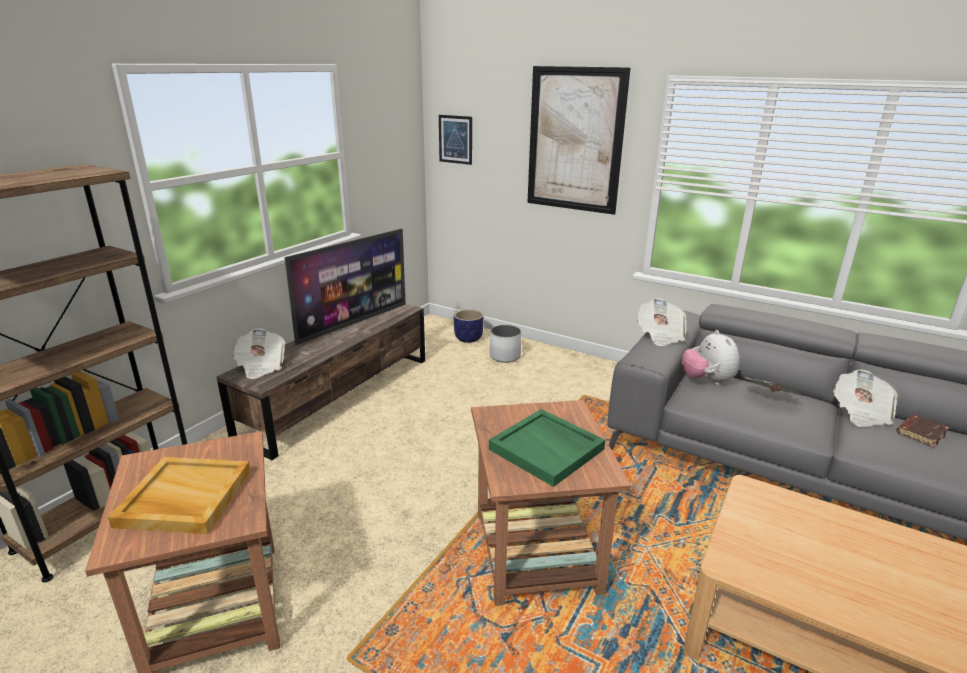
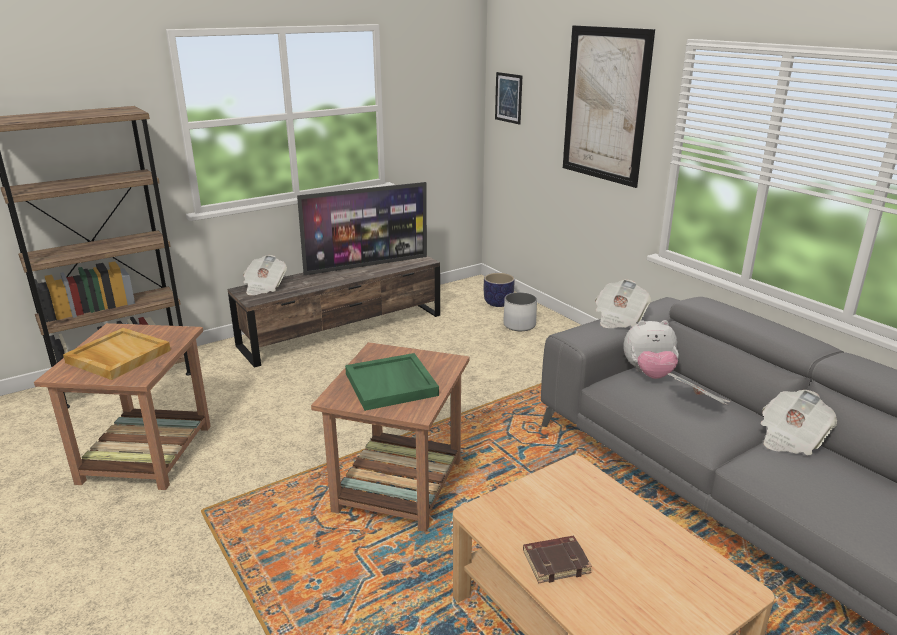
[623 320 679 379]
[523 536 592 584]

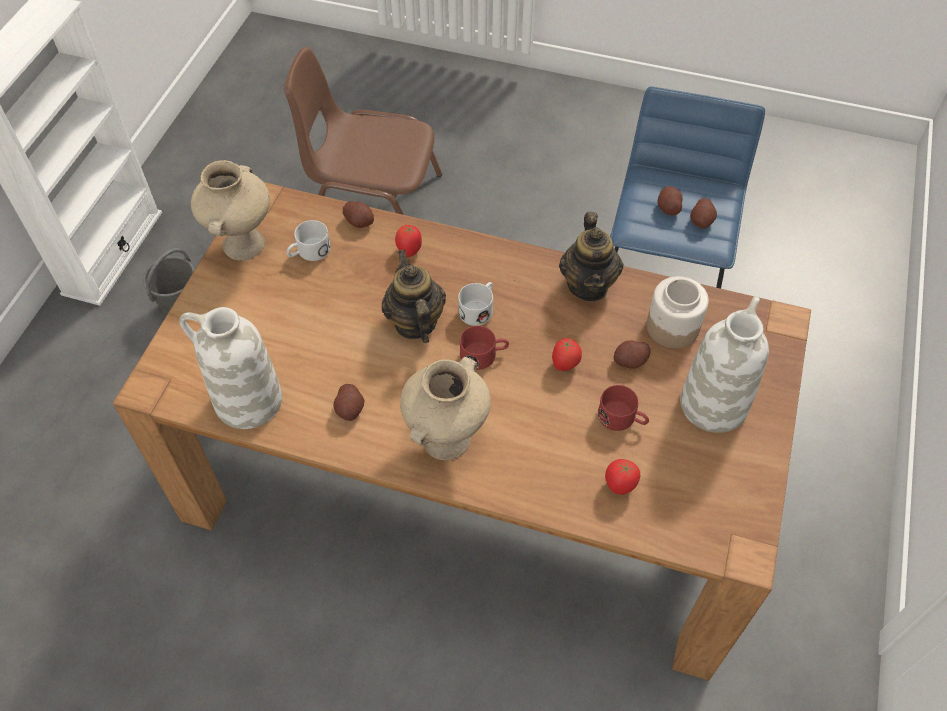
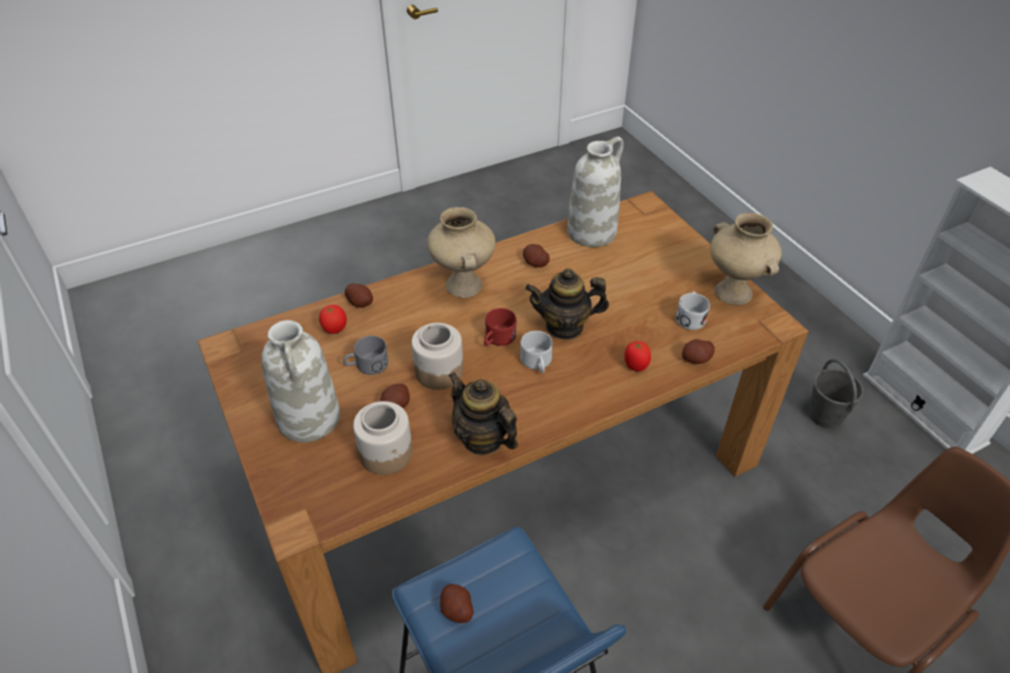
[525 268 609 340]
[411 323 463 390]
[343 336 389 375]
[345 284 373 308]

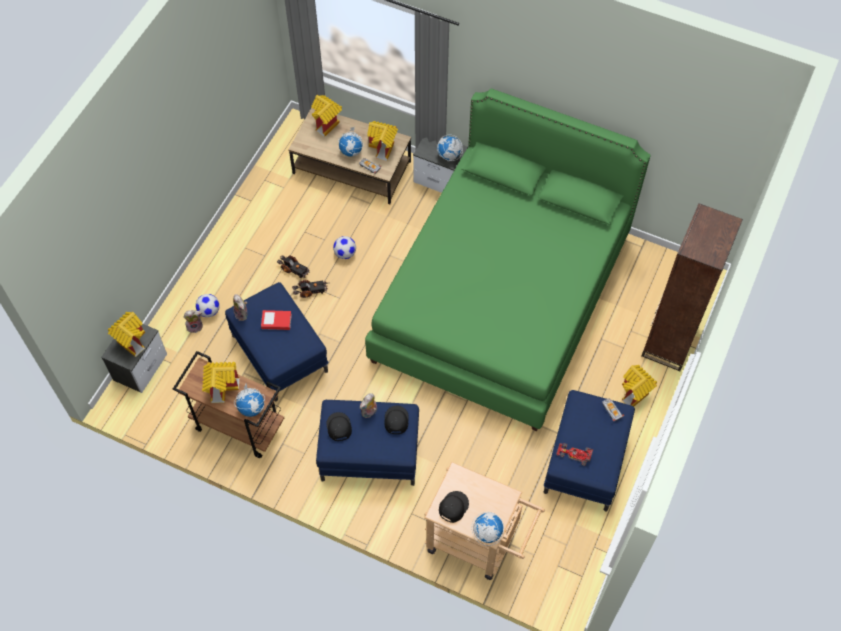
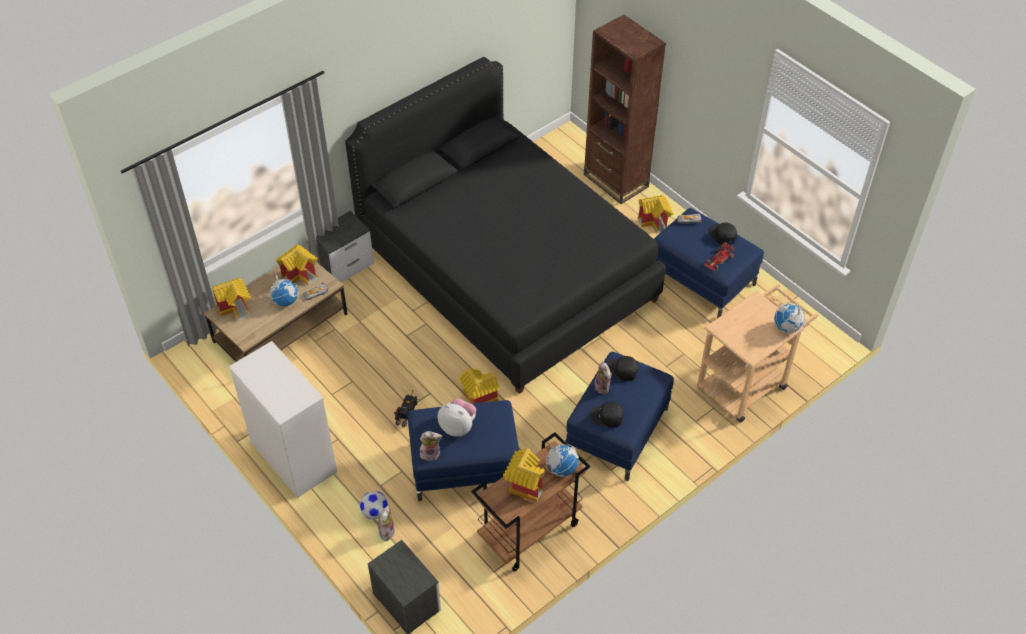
[459 367 500 403]
[438 398 476 436]
[277 255 310 278] (first image)
[333 236 356 259] (first image)
[345 57 666 394]
[437 134 463 161] (first image)
[709 222 737 245]
[229 341 337 498]

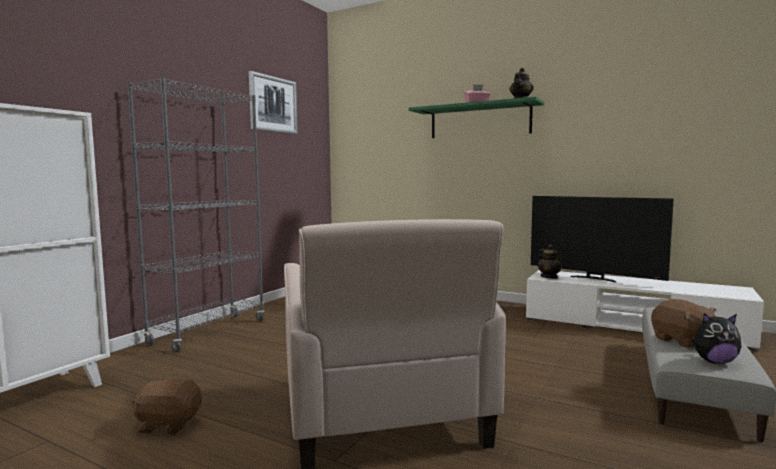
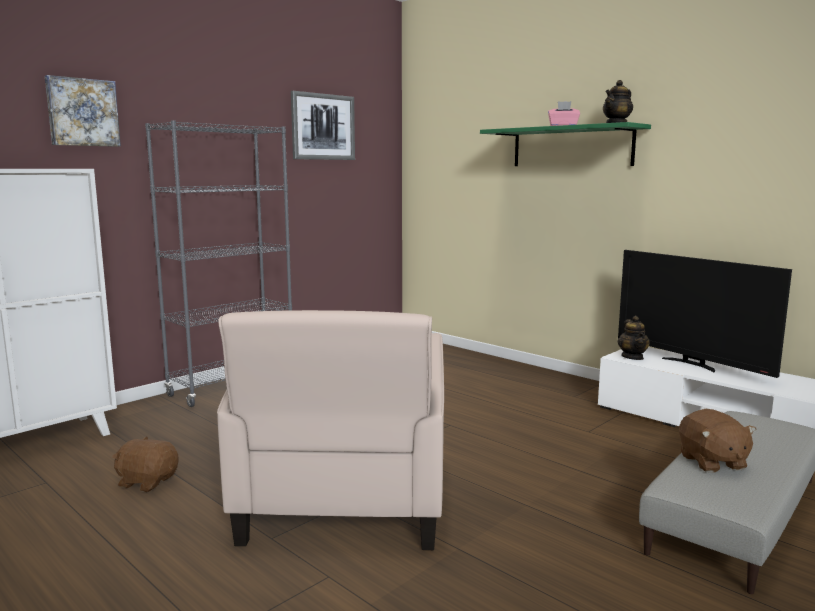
[692 313 742 364] (first image)
[45 75 121 147]

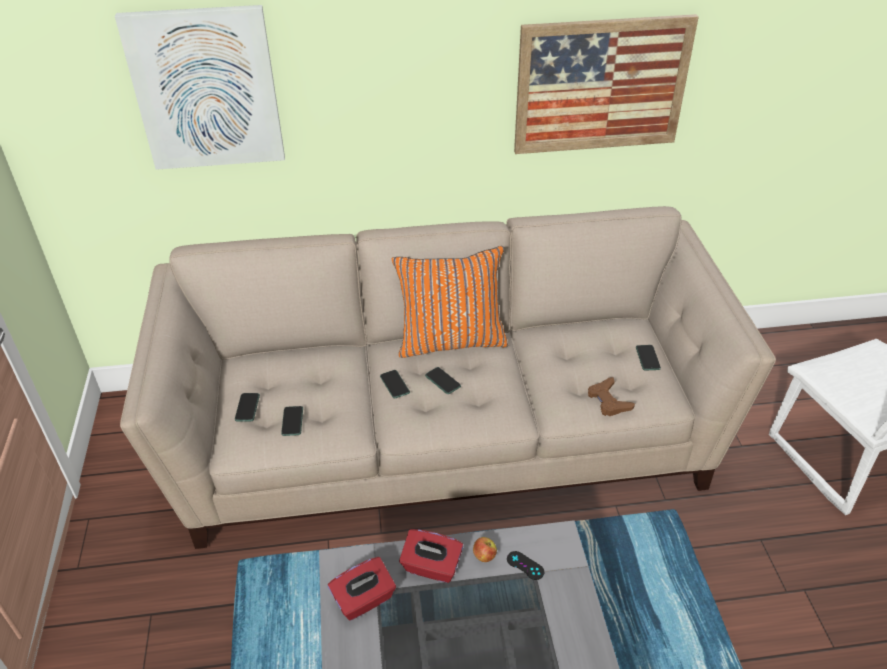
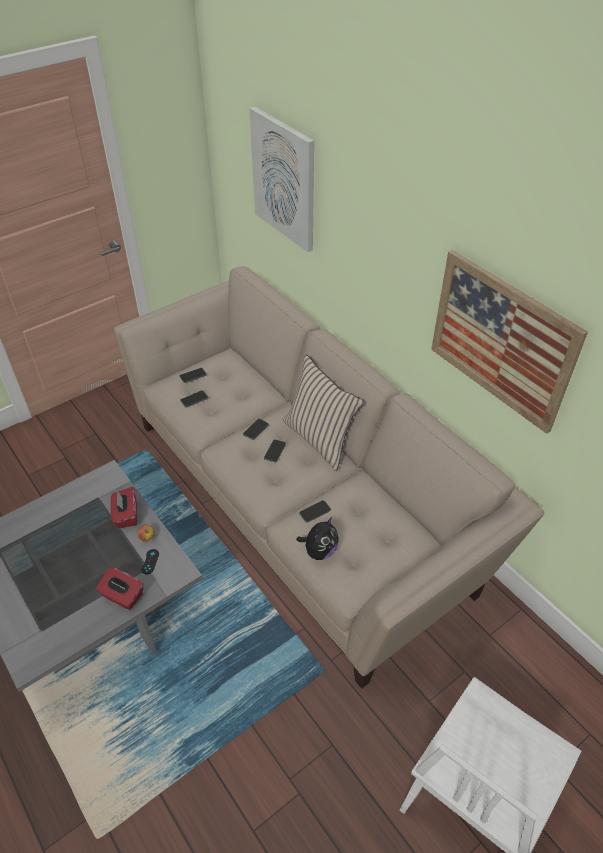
[96 567 144 610]
[283 354 364 472]
[296 517 339 560]
[299 500 331 523]

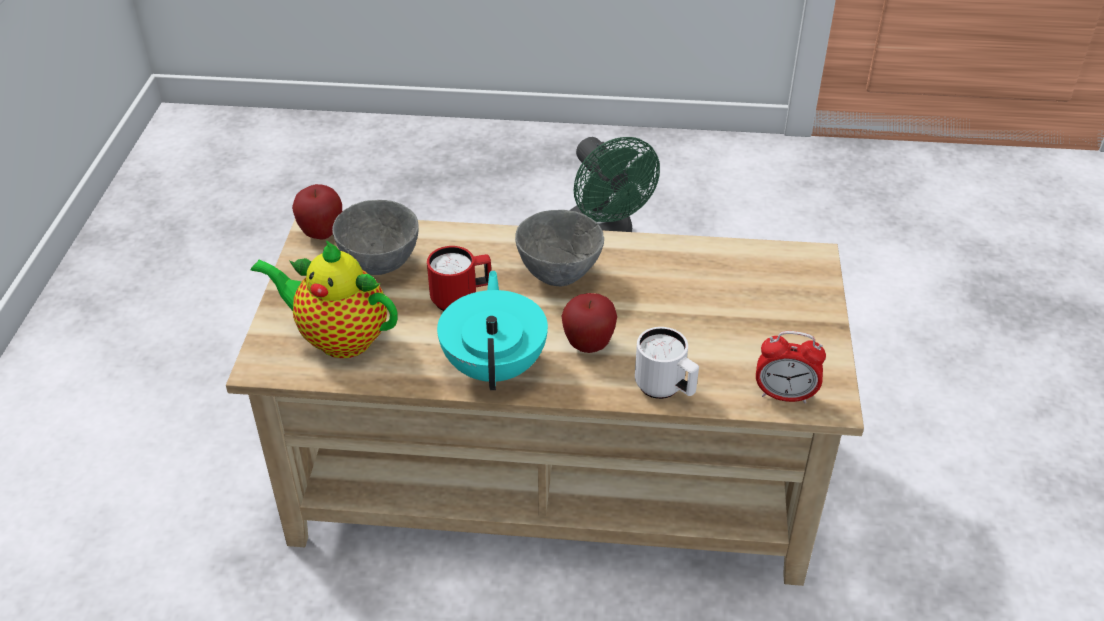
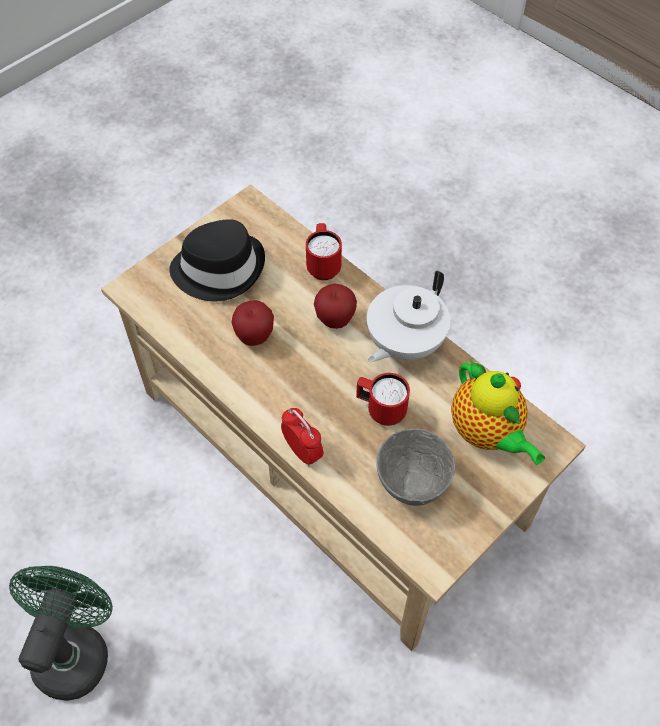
[231 300 274 346]
[367 271 450 362]
[515 210 604 286] (first image)
[306 223 342 280]
[281 408 324 467]
[169 219 265 301]

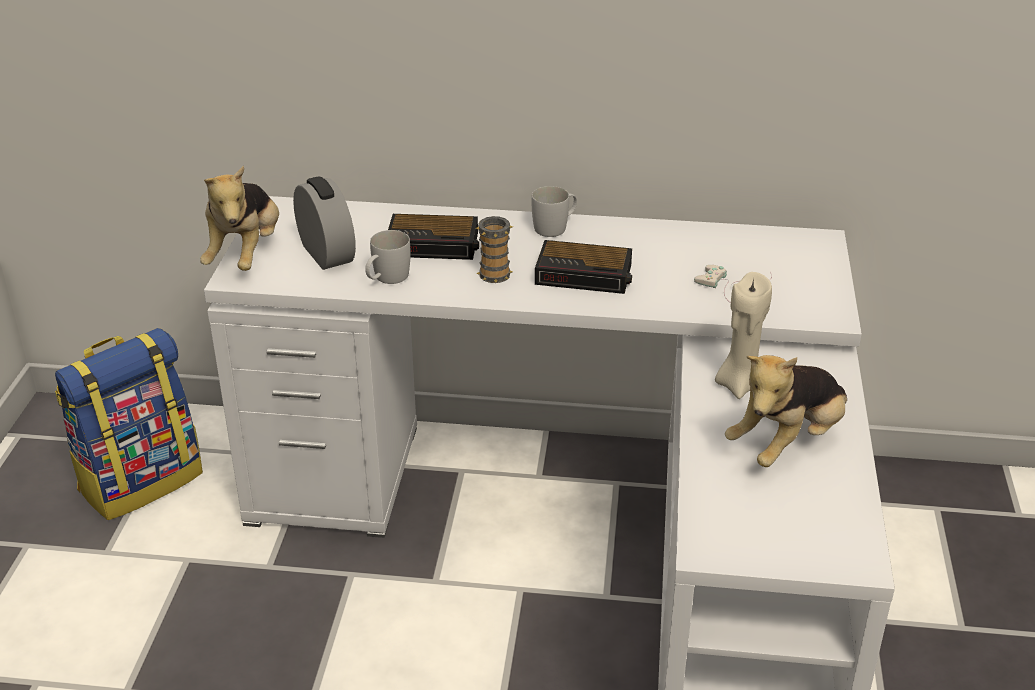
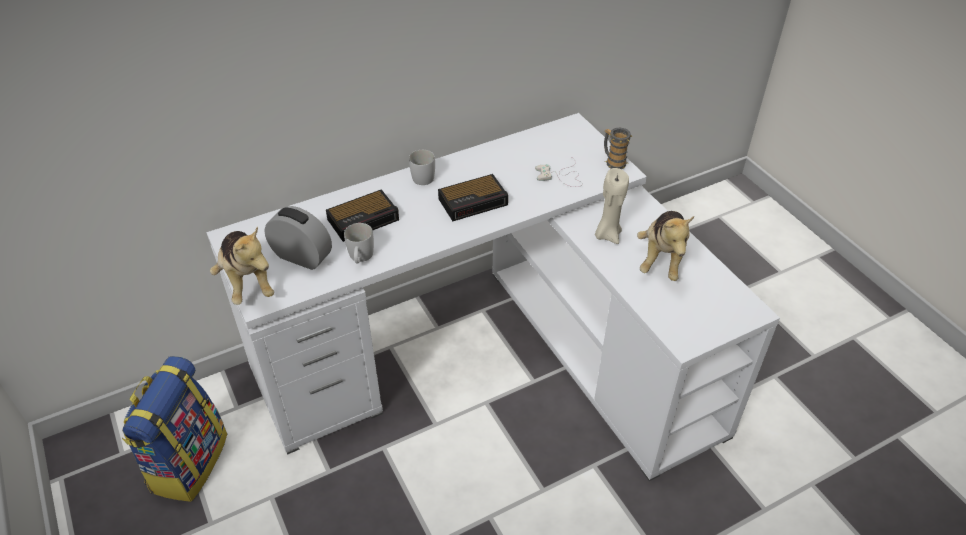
[604 128 632 169]

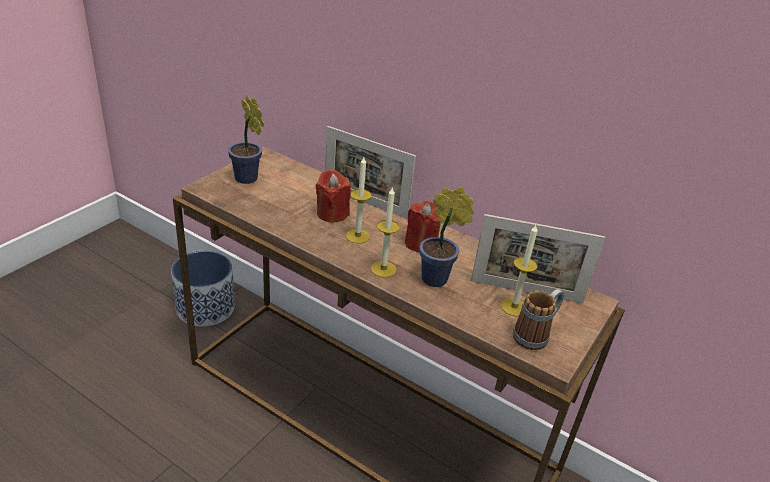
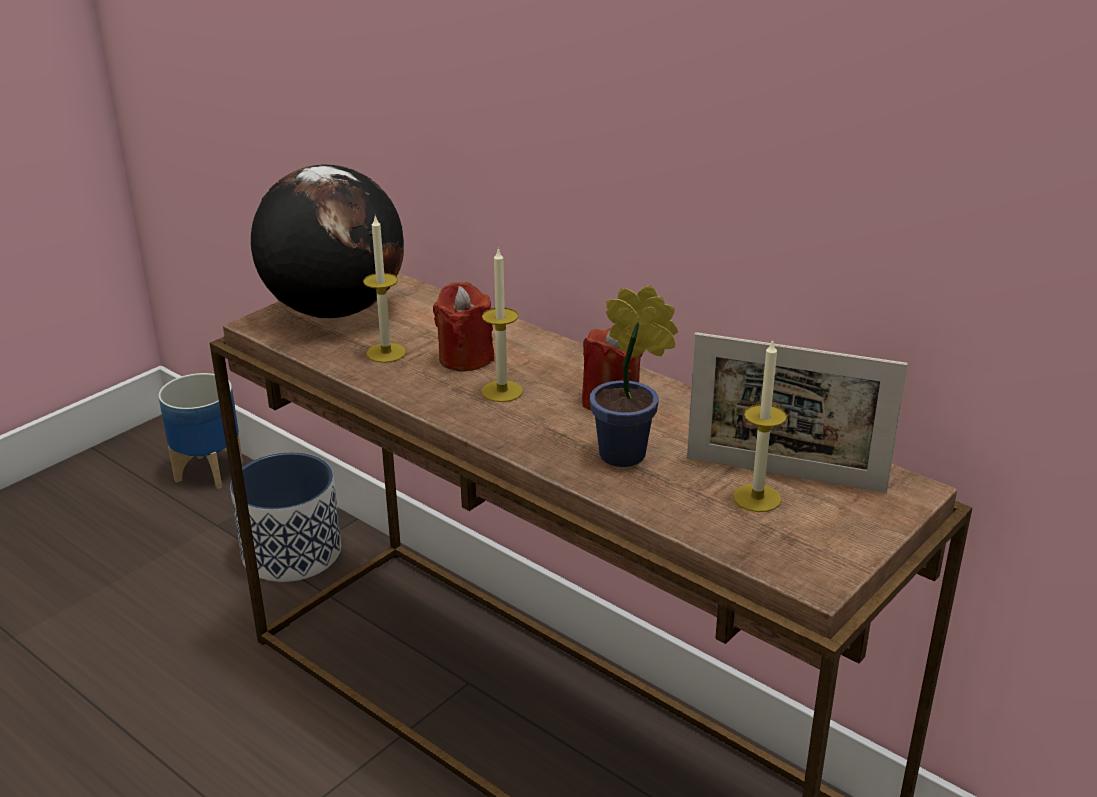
[251 164 404 319]
[325 126 416 219] (first image)
[363 215 406 363]
[513 289 564 350] (first image)
[158 373 243 489]

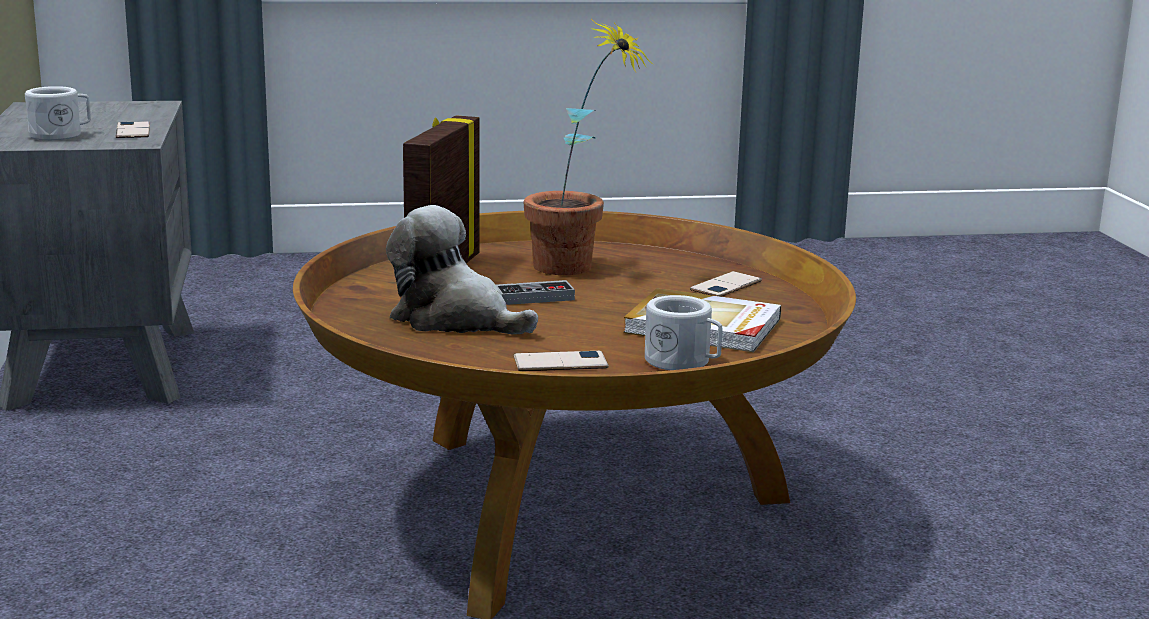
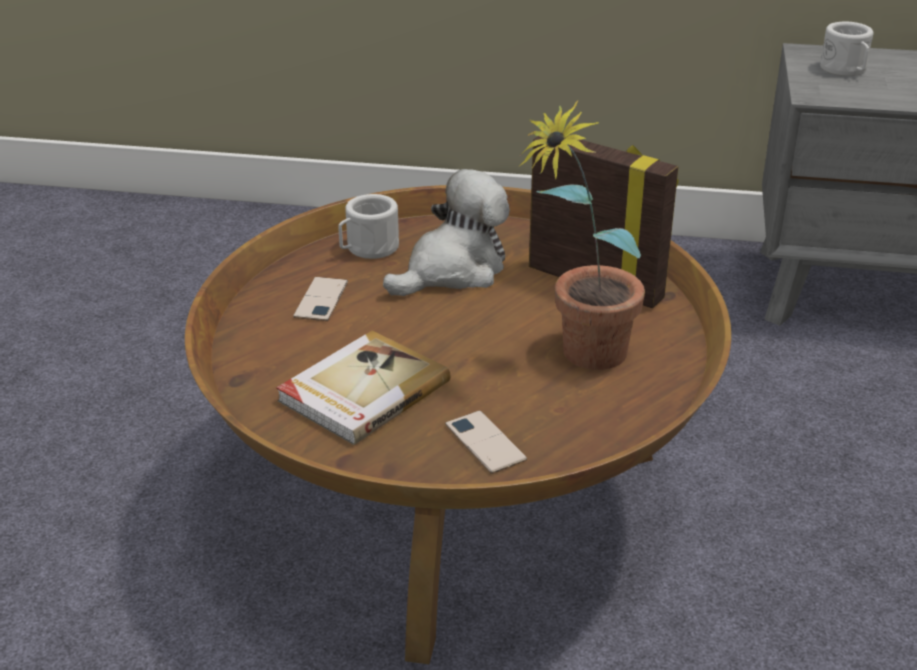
[116 121 150 138] (first image)
[496 280 575 305] (first image)
[338 194 399 259]

